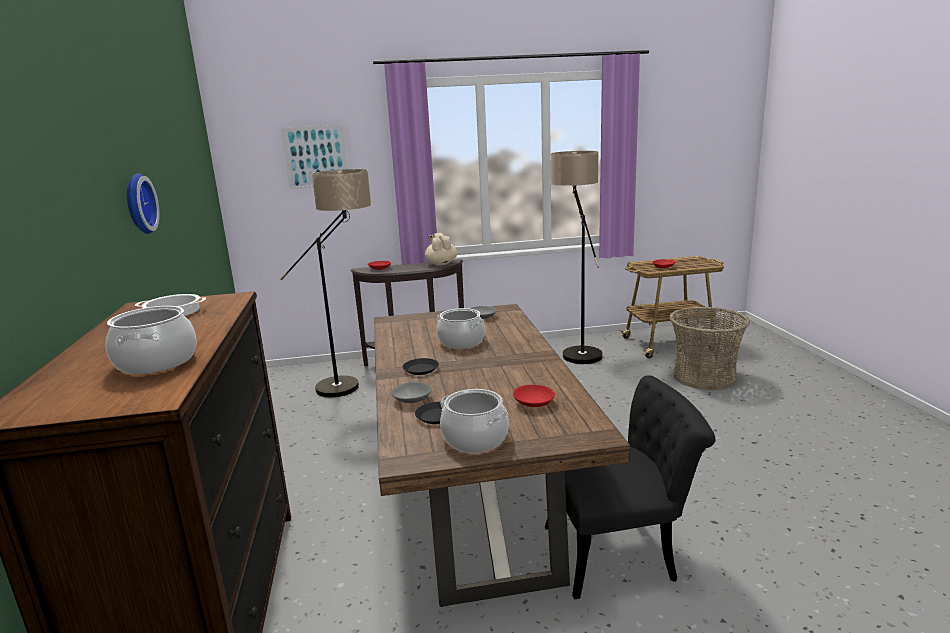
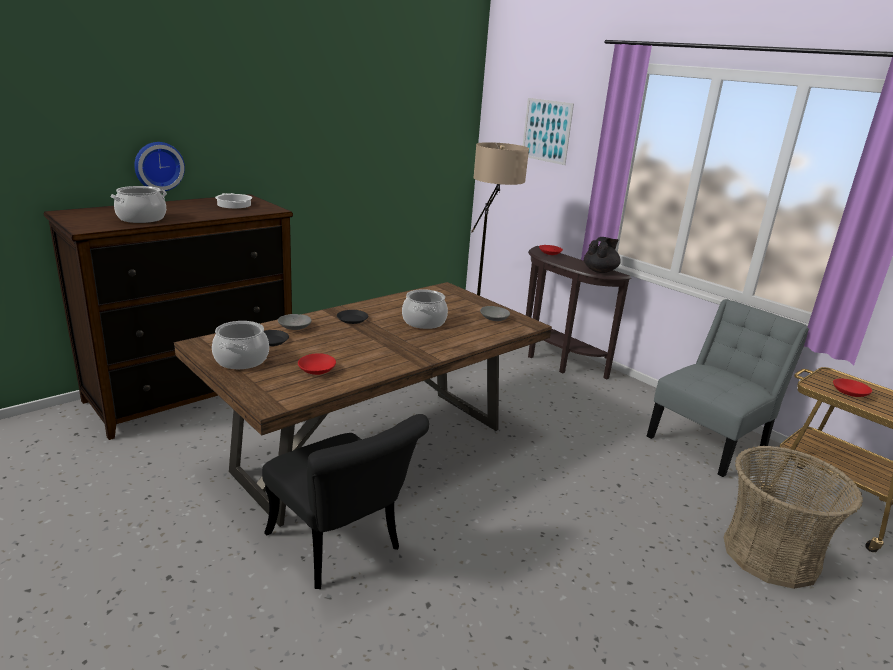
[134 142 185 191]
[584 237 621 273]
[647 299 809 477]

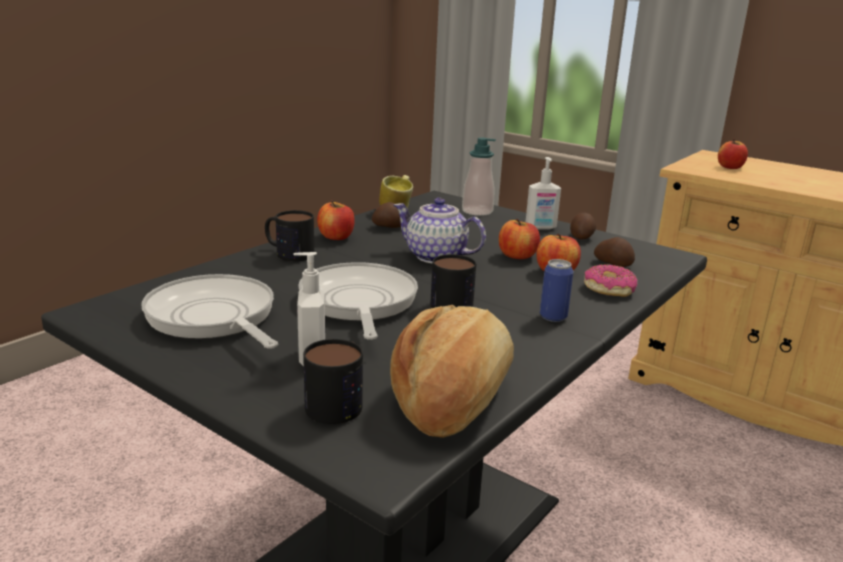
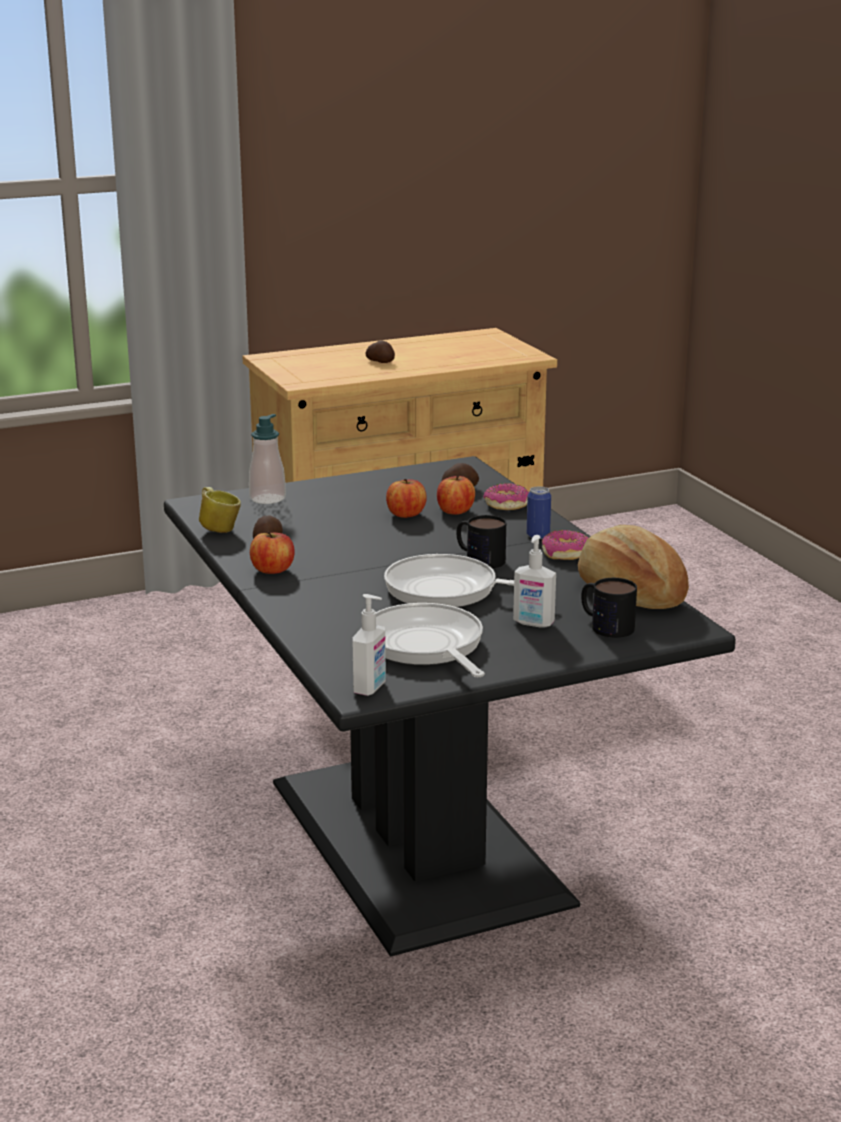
[376 603 485 677]
[265 210 314 261] (first image)
[394 198 486 263] (first image)
[352 594 386 696]
[366 340 395 363]
[718 139 748 169] (first image)
[542 530 588 560]

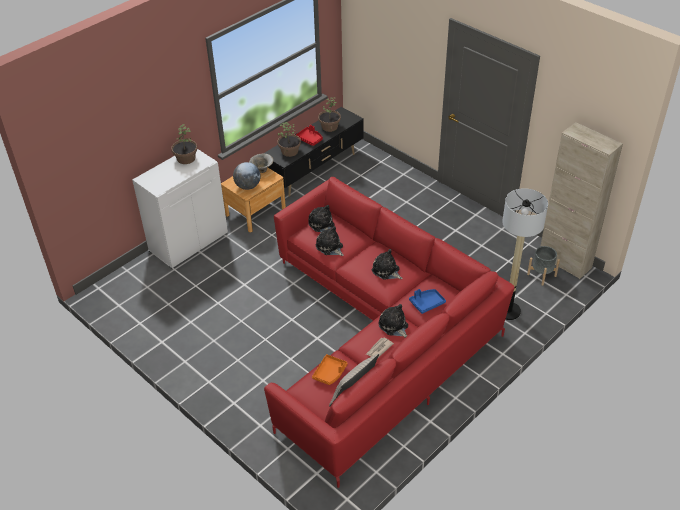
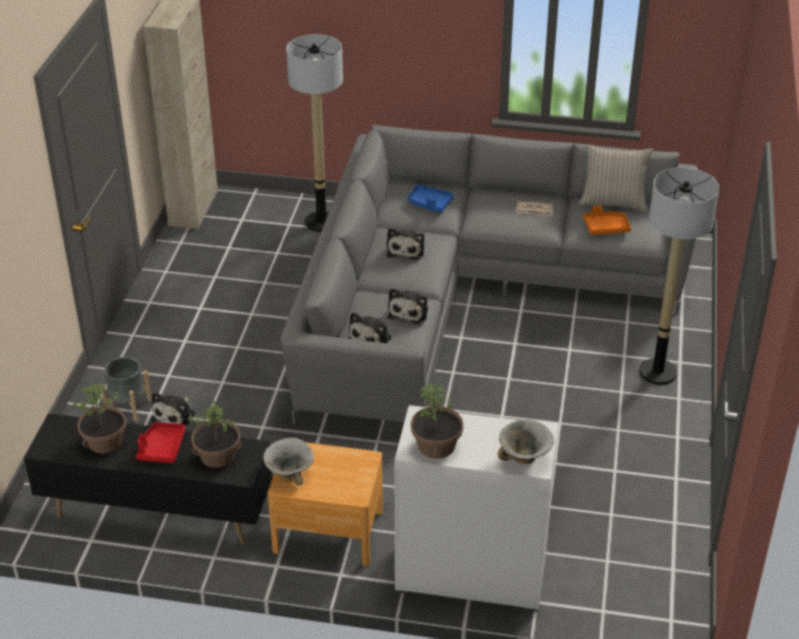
[233 162 261 190] (first image)
[280 125 698 424]
[152 392 195 428]
[101 357 152 421]
[497 419 554 464]
[639 168 719 385]

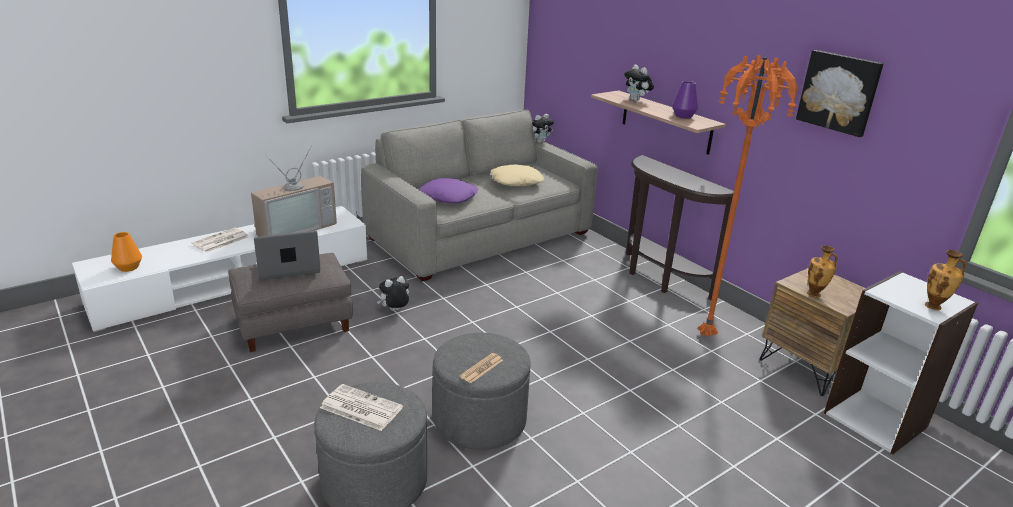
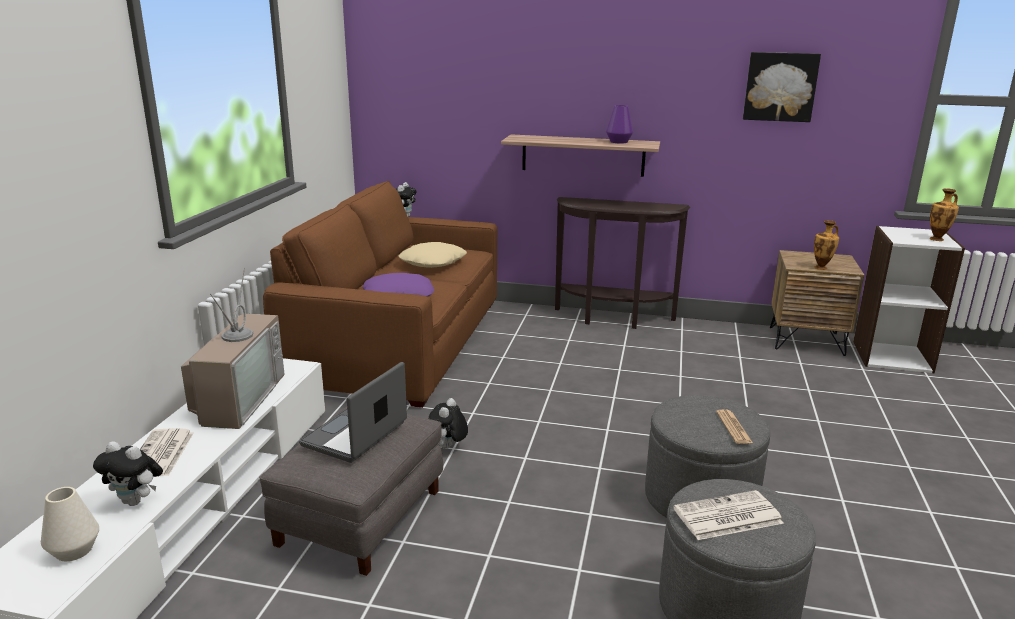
[41 487 99 561]
[263 181 498 408]
[93 441 163 506]
[698 55 798 338] (first image)

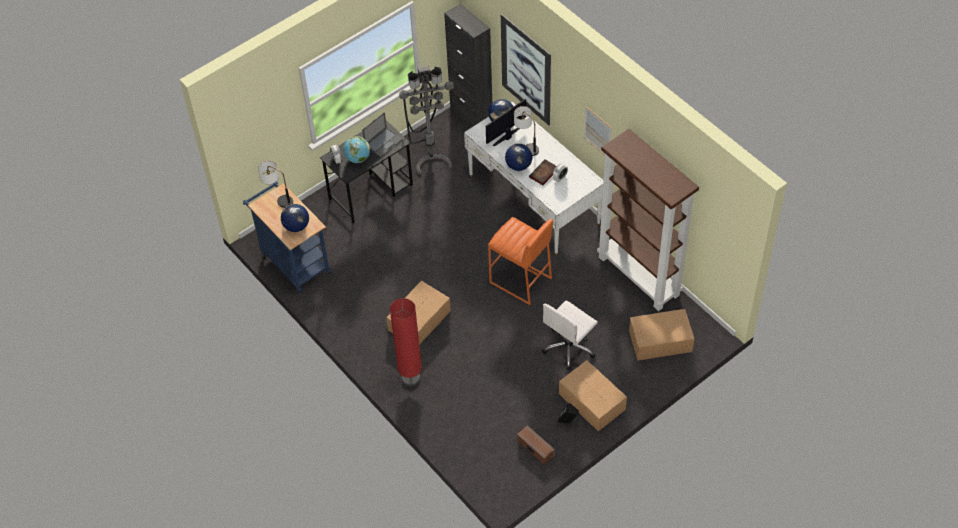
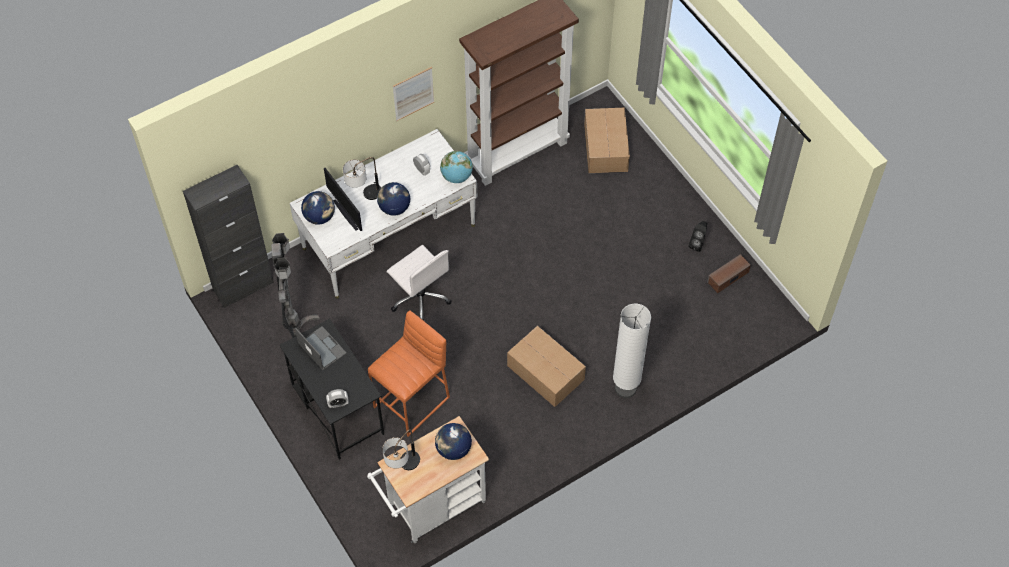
[367 416 489 543]
[440 151 473 183]
[613 304 651 398]
[368 310 450 437]
[501 14 551 125] (first image)
[529 159 556 185] (first image)
[387 245 452 321]
[559 360 627 431] (first image)

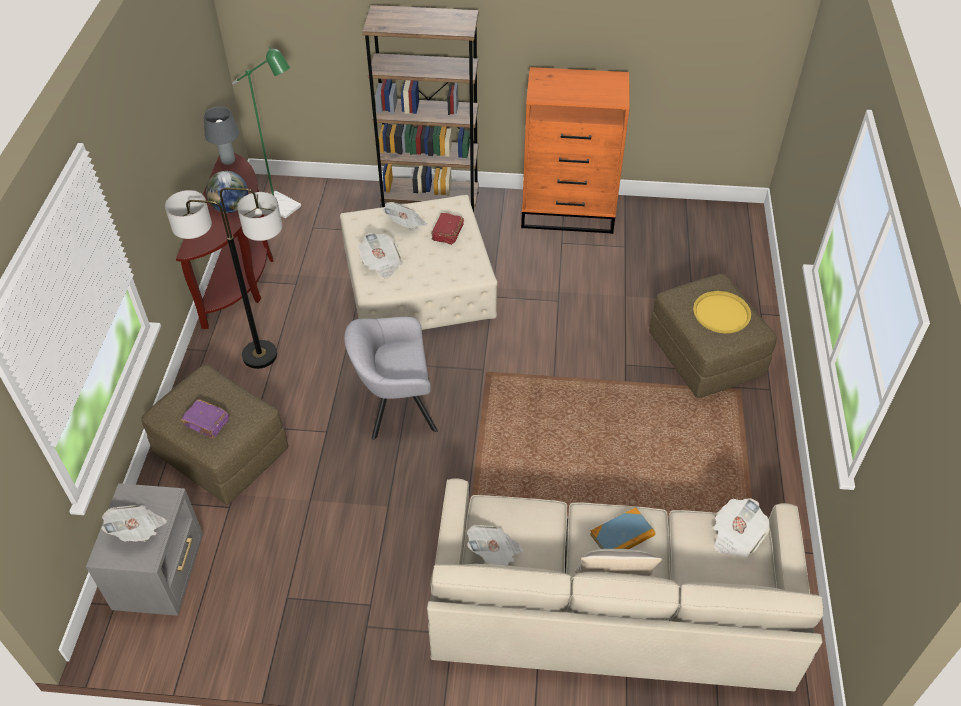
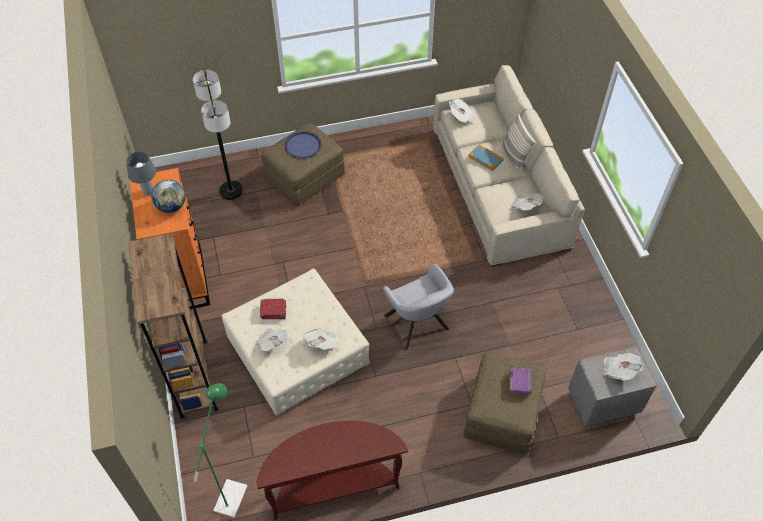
[193 70 243 200]
[126 151 156 195]
[151 179 186 213]
[284 131 321 159]

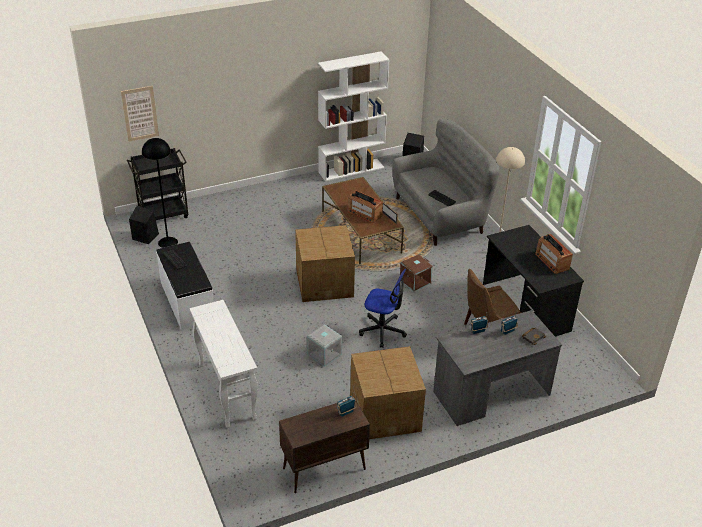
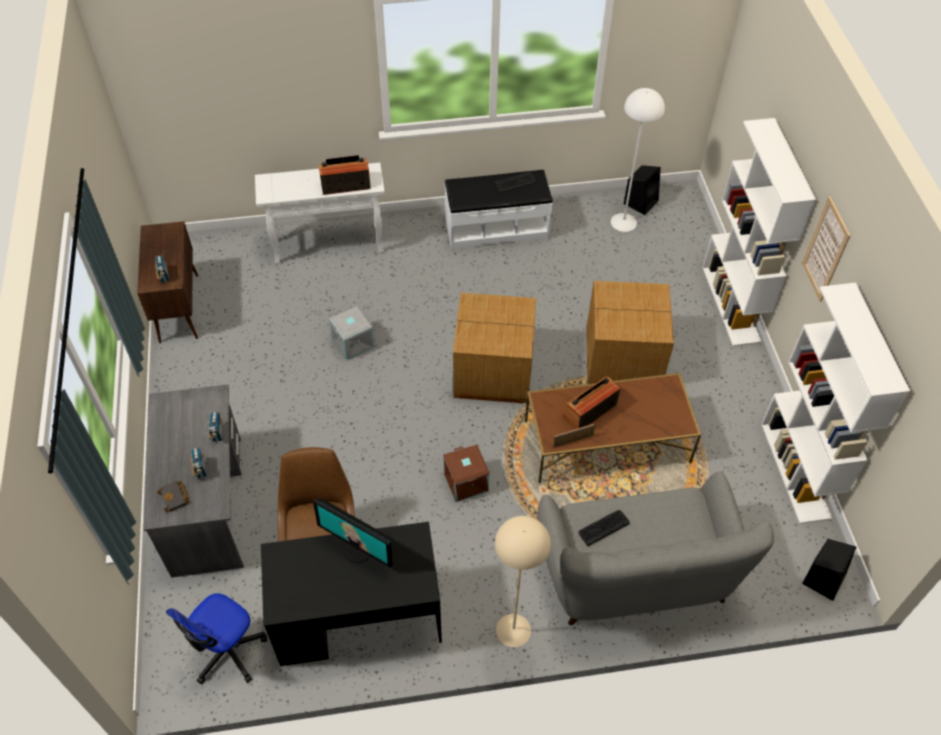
[802 196 850 302]
[127 148 189 220] (first image)
[611 88 665 232]
[586 281 674 384]
[166 593 267 684]
[318 155 371 195]
[313 499 392 568]
[702 118 816 346]

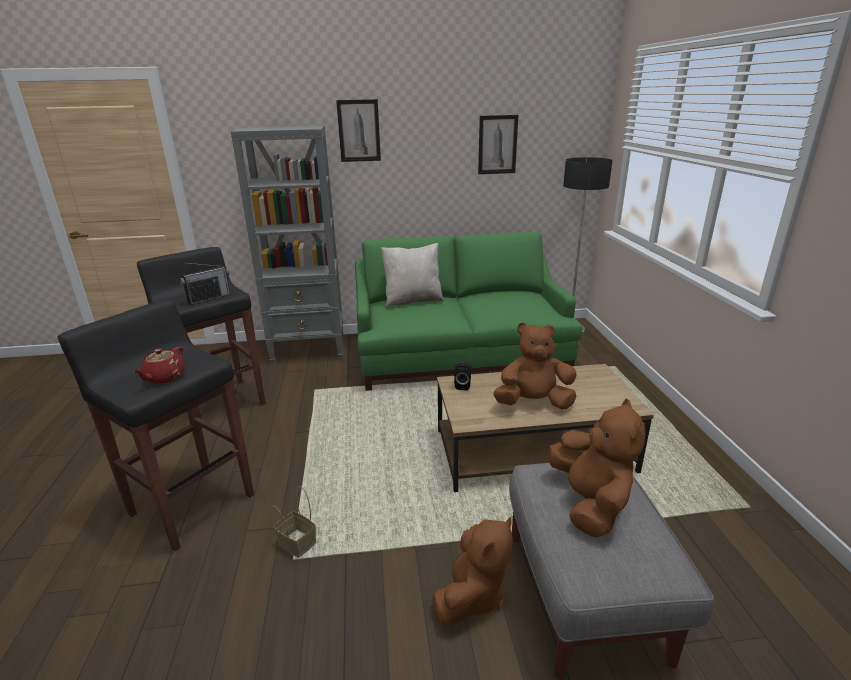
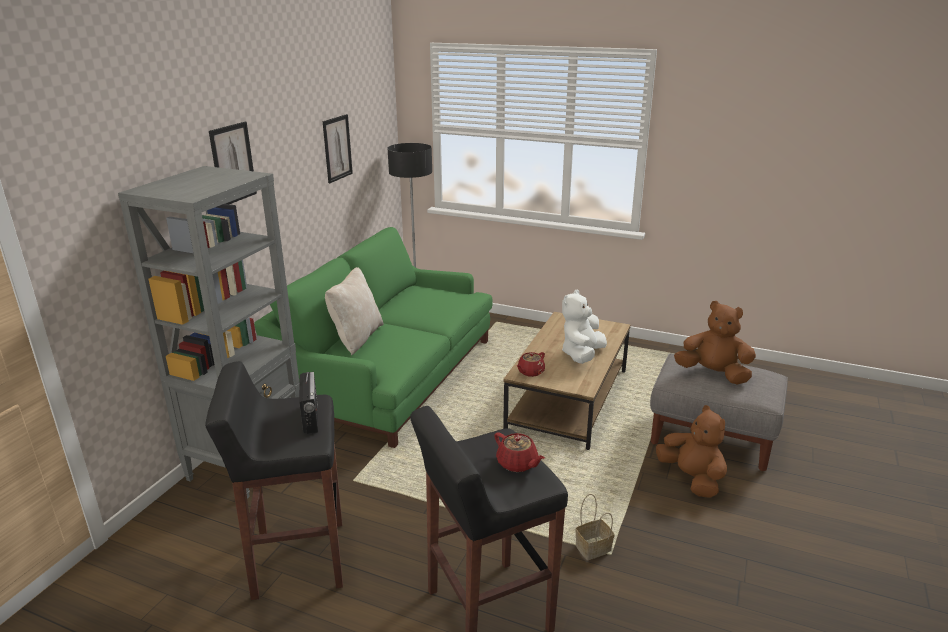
[517 352 545 377]
[562 290 607 364]

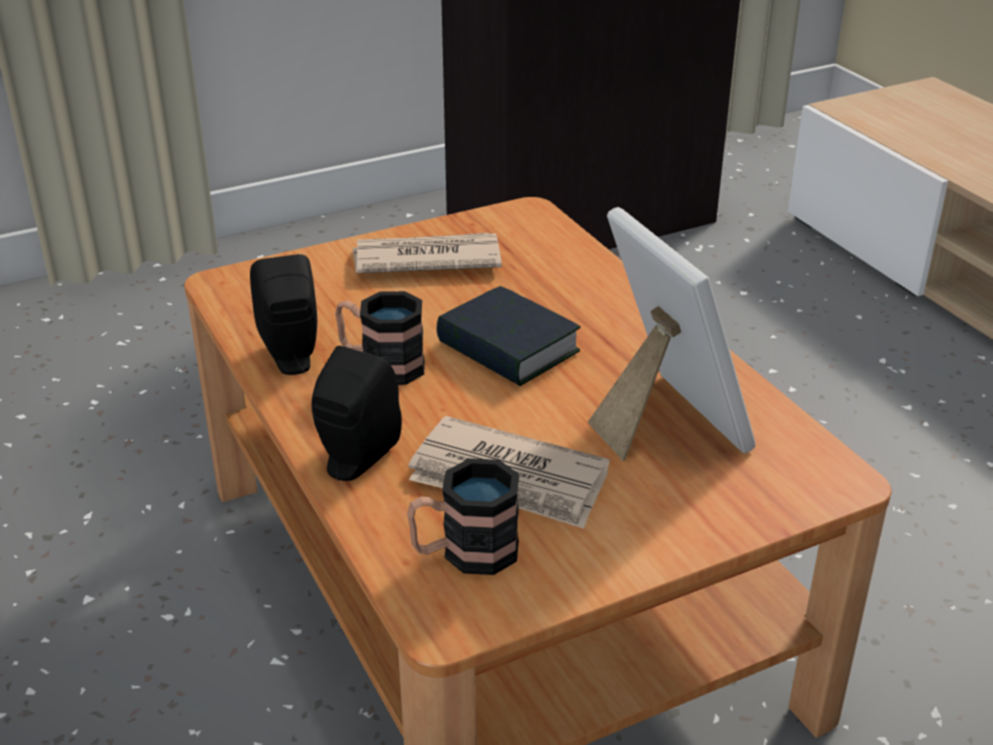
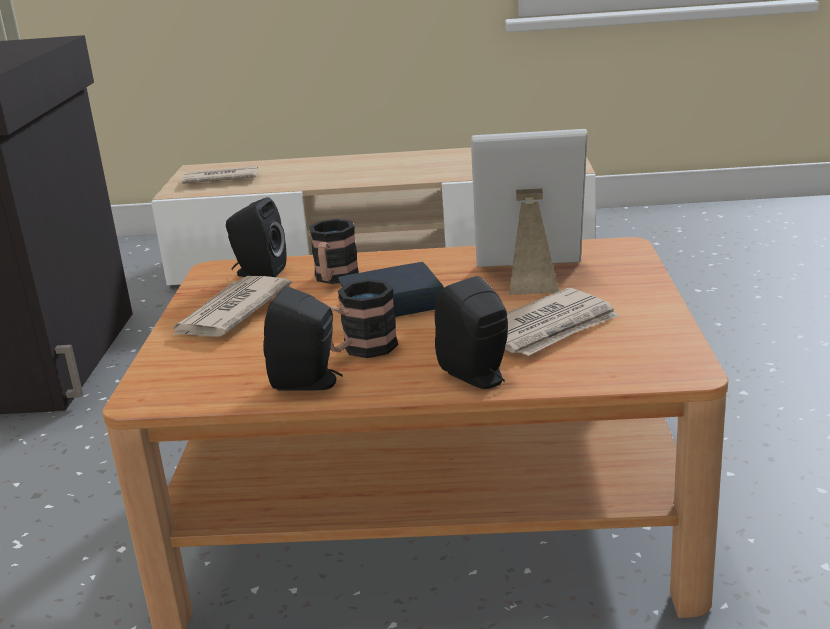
[309 219 359 284]
[182 166 258 184]
[226 197 286 277]

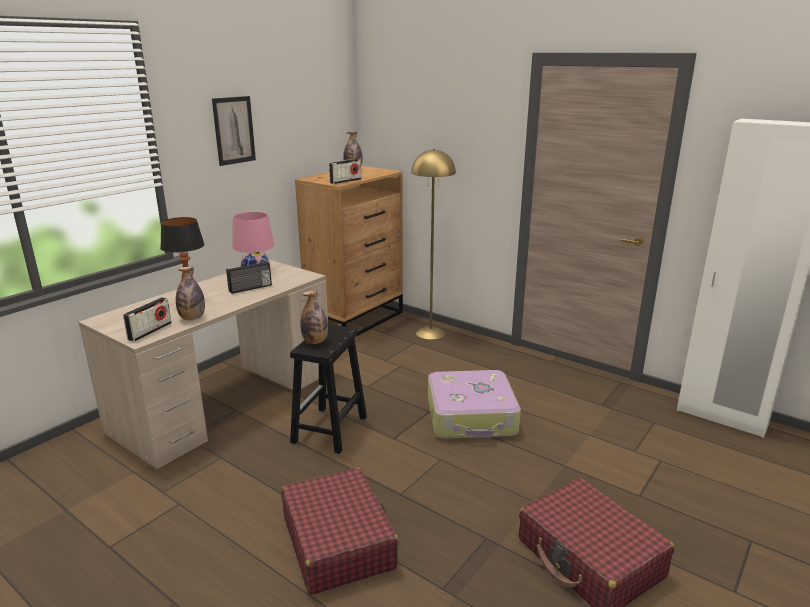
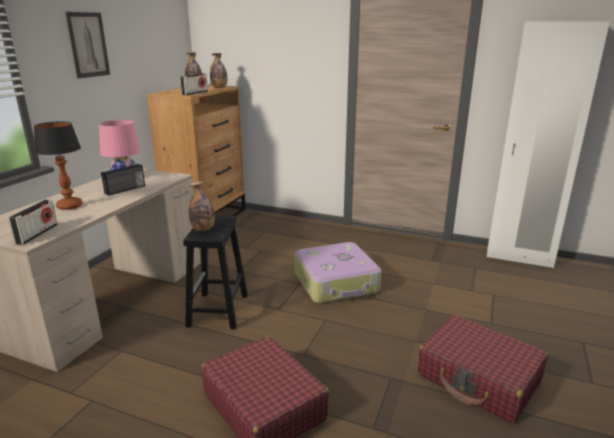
[210 53 227 88]
[411 149 456 340] (first image)

